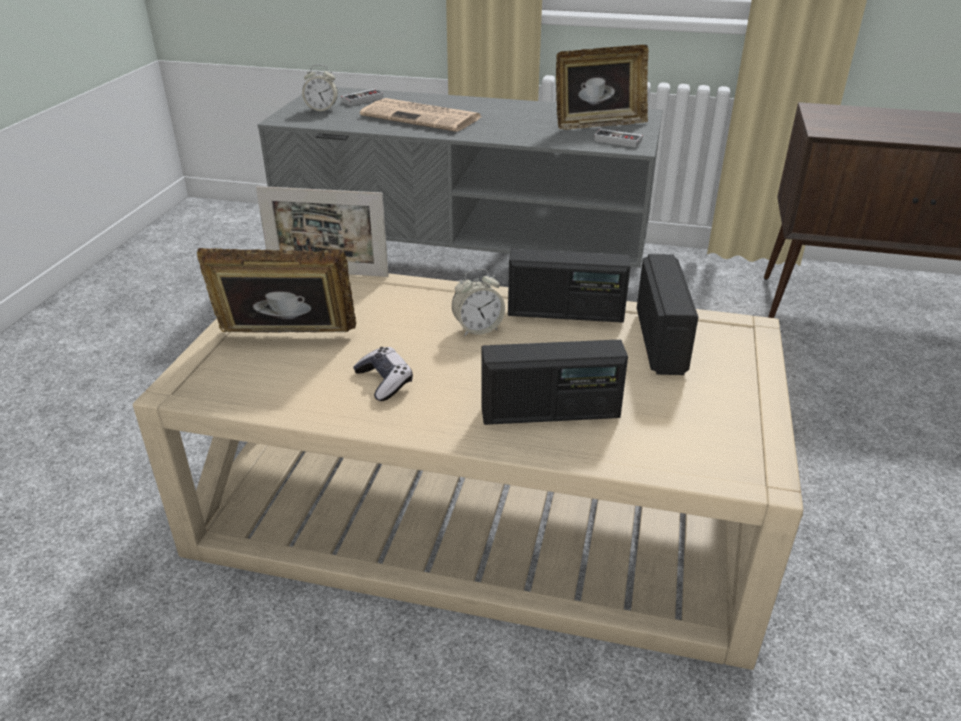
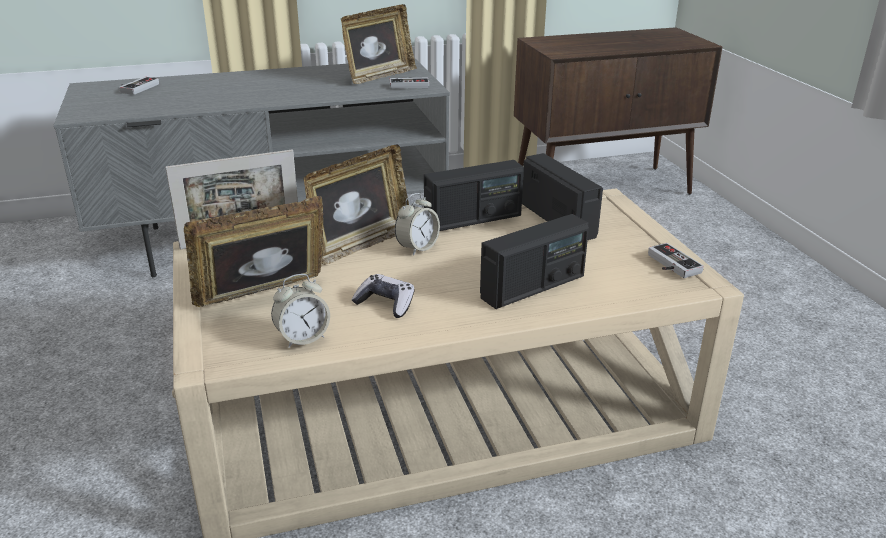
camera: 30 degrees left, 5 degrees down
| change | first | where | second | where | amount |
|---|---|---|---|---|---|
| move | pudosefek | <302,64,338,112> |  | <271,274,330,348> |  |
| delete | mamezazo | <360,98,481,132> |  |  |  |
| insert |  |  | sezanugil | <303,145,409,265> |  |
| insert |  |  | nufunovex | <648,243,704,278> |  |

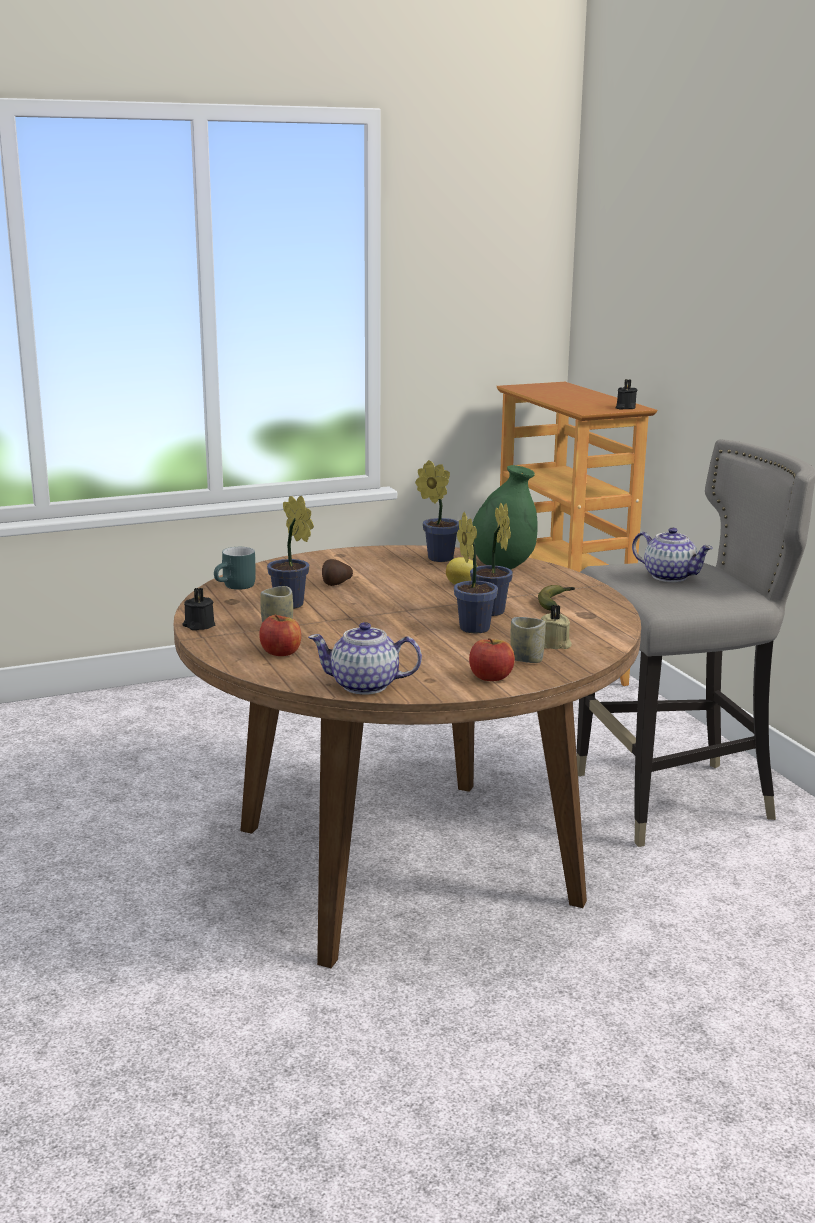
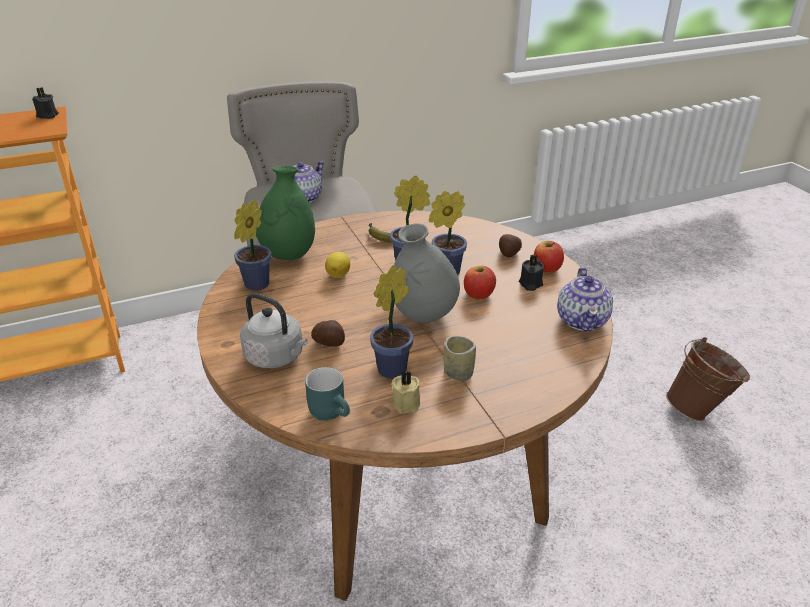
camera: 90 degrees left, 15 degrees up
| change | first | where | second | where | amount |
|---|---|---|---|---|---|
| move | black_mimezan | <183,588,215,630> |  | <519,254,545,291> |  |
| move | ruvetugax | <259,614,301,656> |  | <464,266,496,299> |  |
| replace | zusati | <510,617,546,663> | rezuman | <499,234,522,258> |  |
| move | beige_mimezan | <541,605,572,649> |  | <391,371,420,414> |  |
| insert |  |  | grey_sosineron | <240,293,308,368> |  |
| insert |  |  | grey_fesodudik | <394,224,460,323> |  |
| insert |  |  | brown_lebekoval | <666,337,750,421> |  |

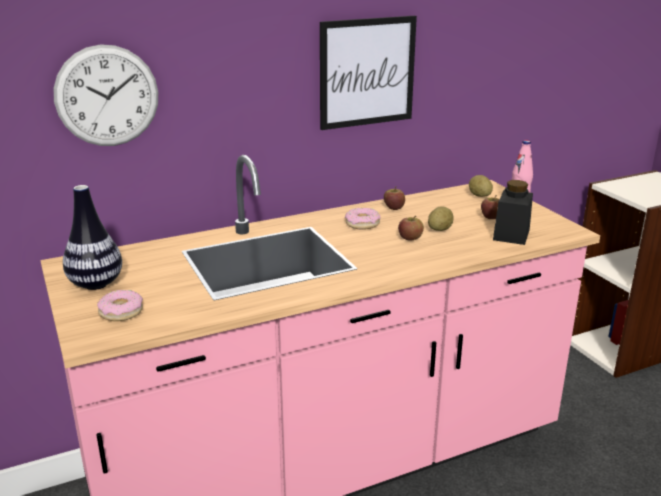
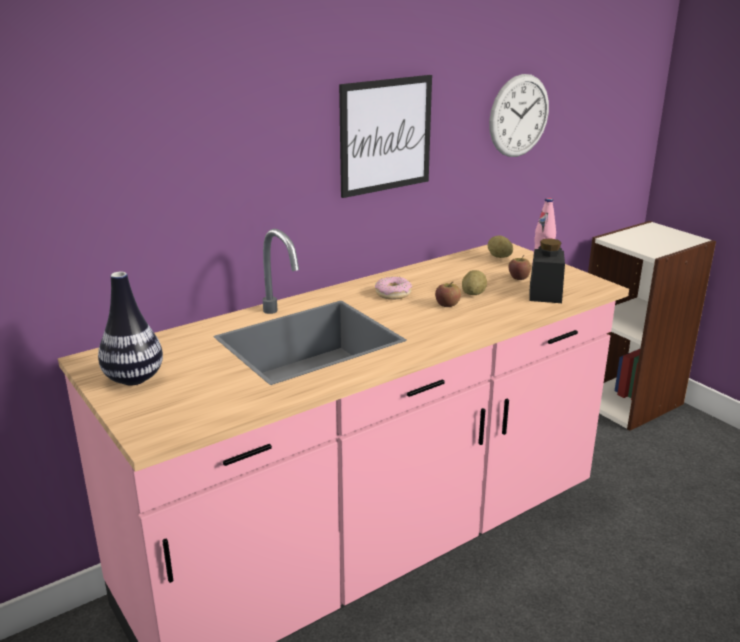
camera: 10 degrees left, 0 degrees up
| change | first | where | second | where | amount |
|---|---|---|---|---|---|
| move | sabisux | <54,44,158,146> |  | <489,74,549,157> |  |
| delete | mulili | <97,290,143,321> |  |  |  |
| delete | ruvetugax | <384,186,405,210> |  |  |  |

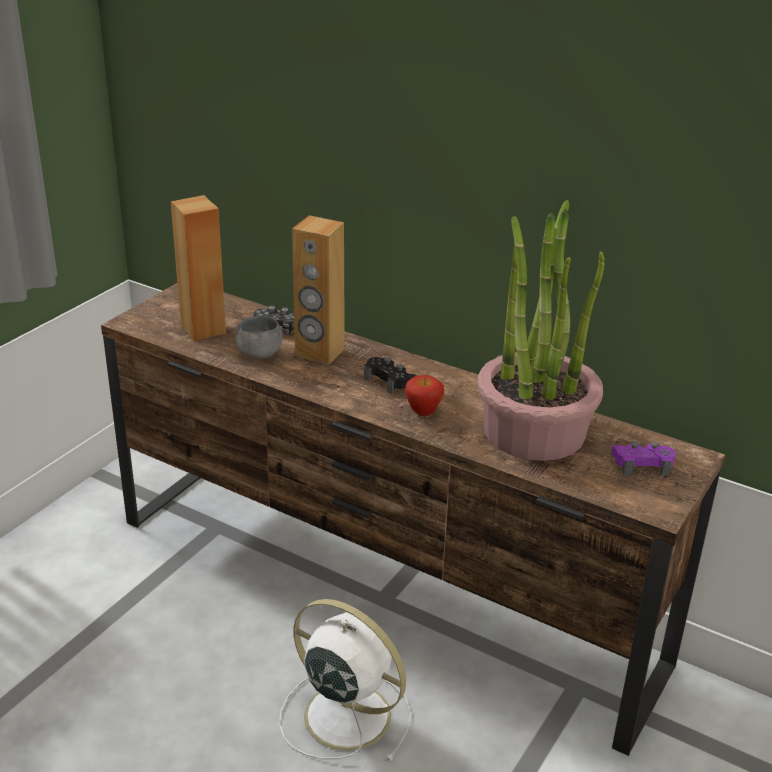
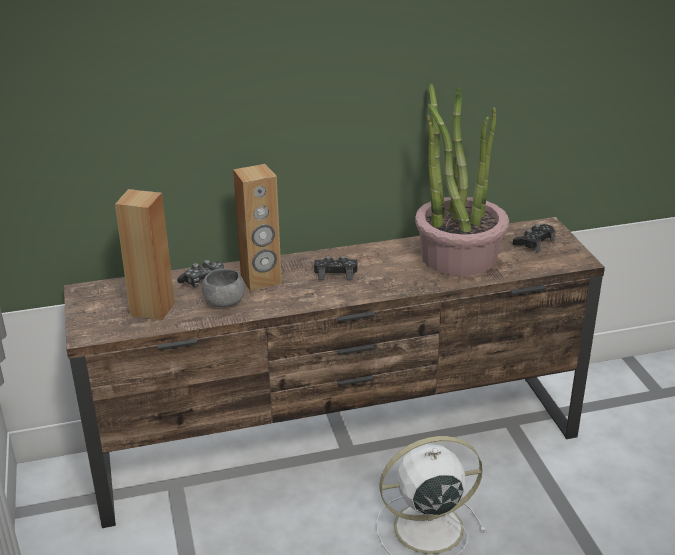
camera: 45 degrees left, 0 degrees up
| change | first | where | second | where | amount |
|---|---|---|---|---|---|
| delete | ruvetugax | <405,375,444,416> |  |  |  |
| recolor | purple_nufunovex | <611,441,676,476> | black_nufunovex | <513,224,556,253> |  |

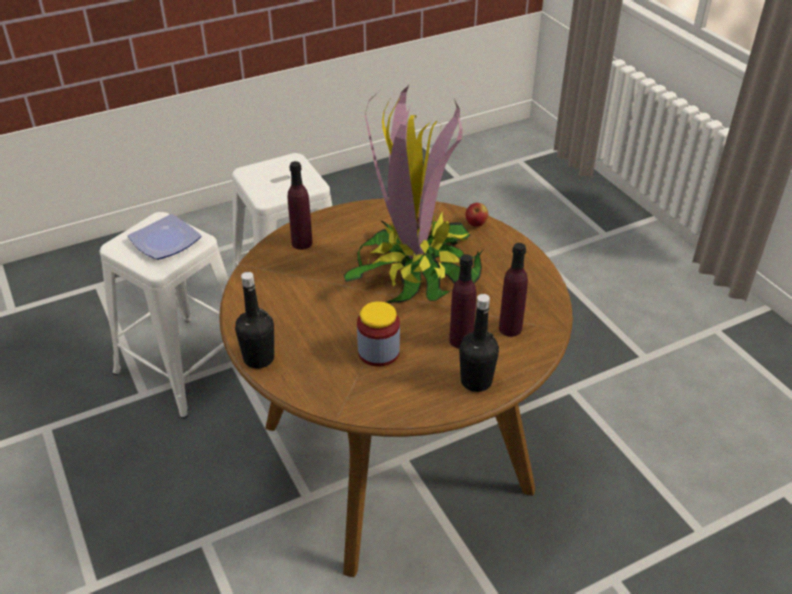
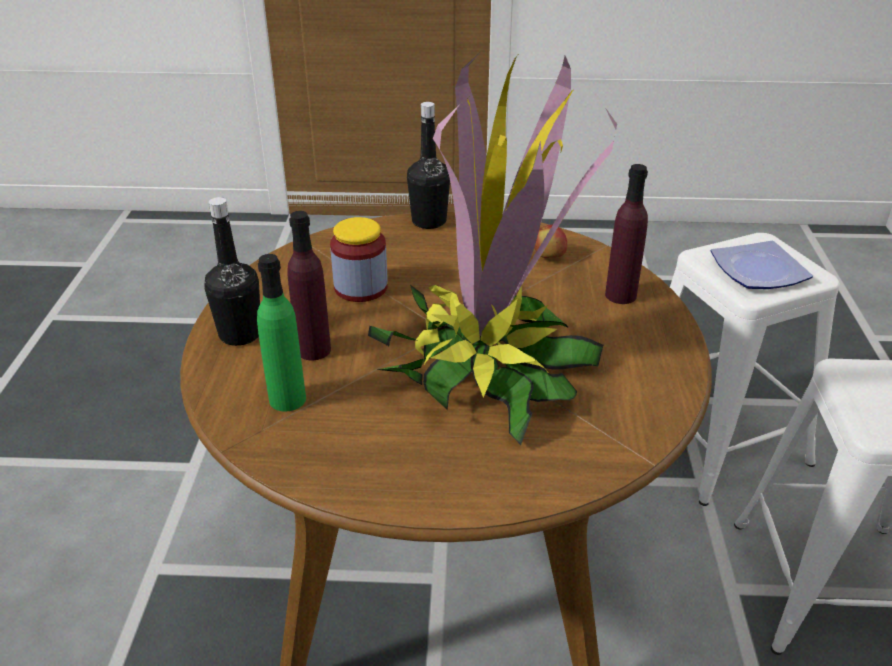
camera: 120 degrees right, 5 degrees down
| change | first | where | second | where | amount |
|---|---|---|---|---|---|
| move | ruvetugax | <465,203,488,227> |  | <534,225,567,258> |  |
| recolor | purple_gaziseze | <499,243,528,337> | green_gaziseze | <257,254,306,411> |  |

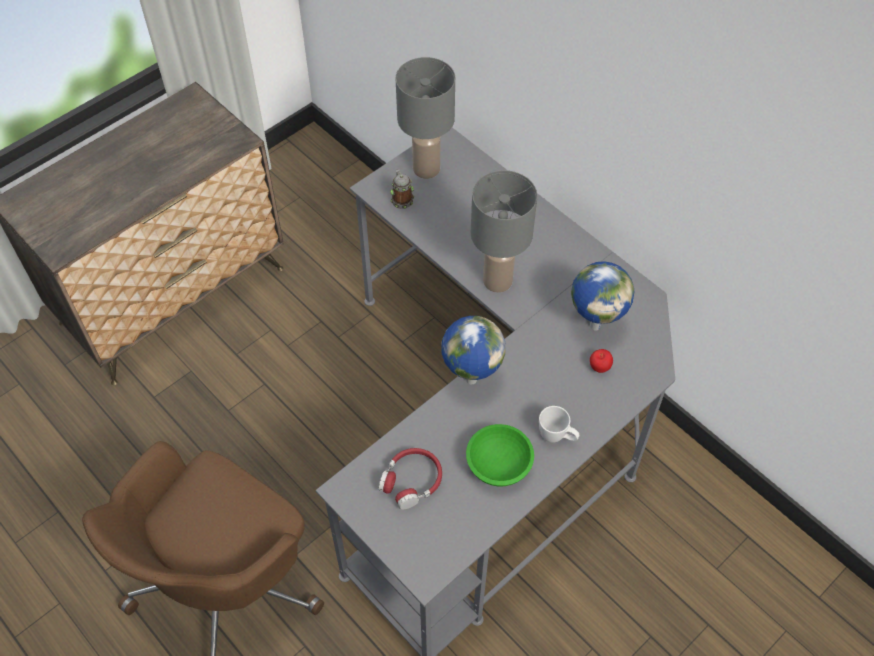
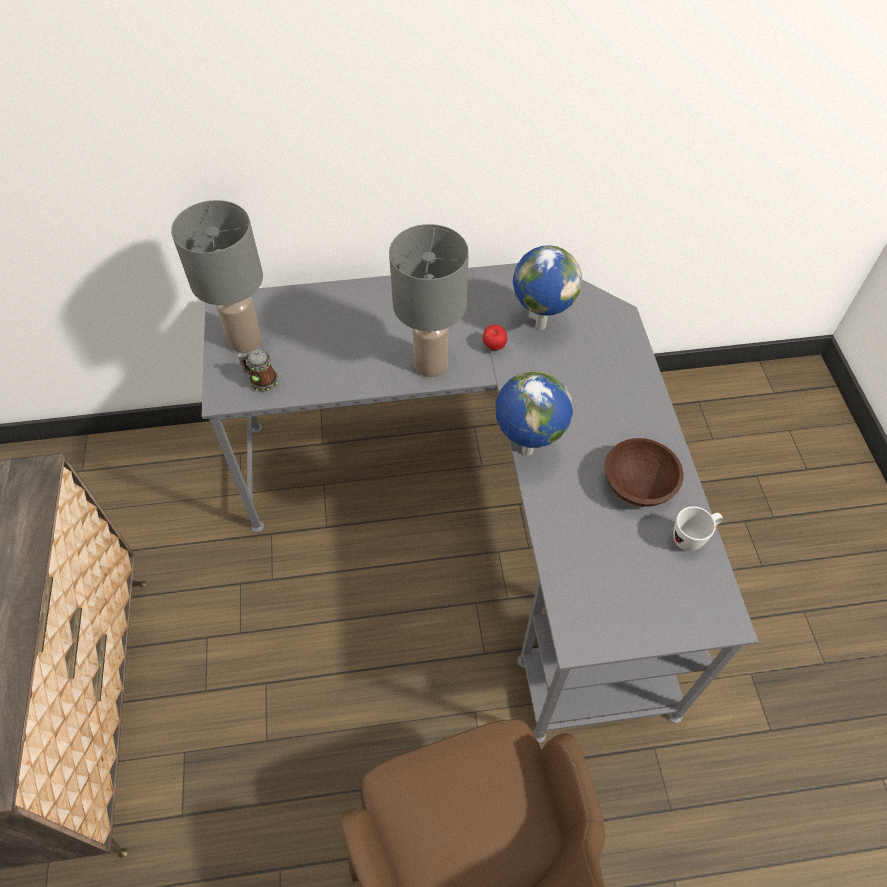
camera: 55 degrees left, 0 degrees up
| change | first | where | second | where | amount |
|---|---|---|---|---|---|
| delete | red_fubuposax | <379,448,442,509> |  |  |  |
| recolor | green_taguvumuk | <466,424,534,486> | brown_taguvumuk | <604,438,683,507> |  |
| move | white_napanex | <539,406,579,443> |  | <673,506,723,551> |  |
| move | ruvetugax | <590,349,613,373> |  | <483,325,507,350> |  |

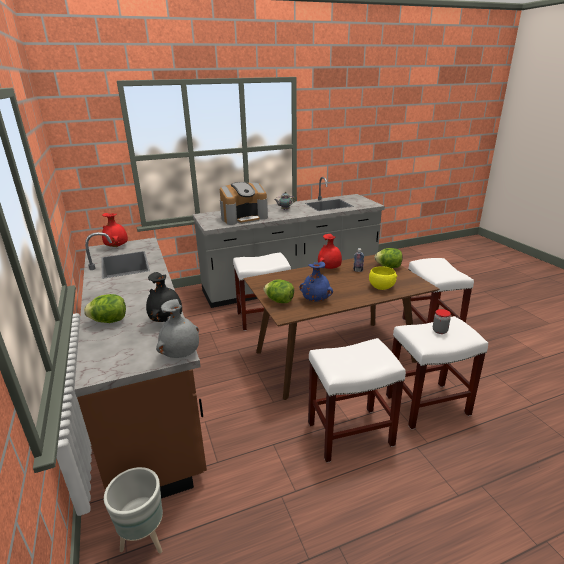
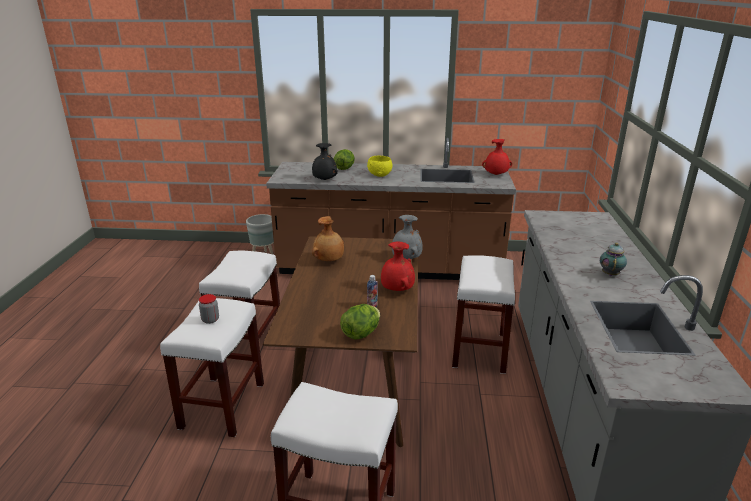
camera: 115 degrees right, 0 degrees up
| change | first | where | second | where | amount |
|---|---|---|---|---|---|
| move | grey_fesodudik | <156,299,199,358> |  | <392,215,423,259> |  |
| delete | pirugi | <220,182,268,225> |  |  |  |
| delete | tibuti | <264,279,294,303> |  |  |  |
| recolor | blue_fesodudik | <299,262,333,302> | brown_fesodudik | <312,216,344,261> |  |
| move | yellow_taguvumuk | <369,266,397,290> |  | <367,156,392,177> |  |

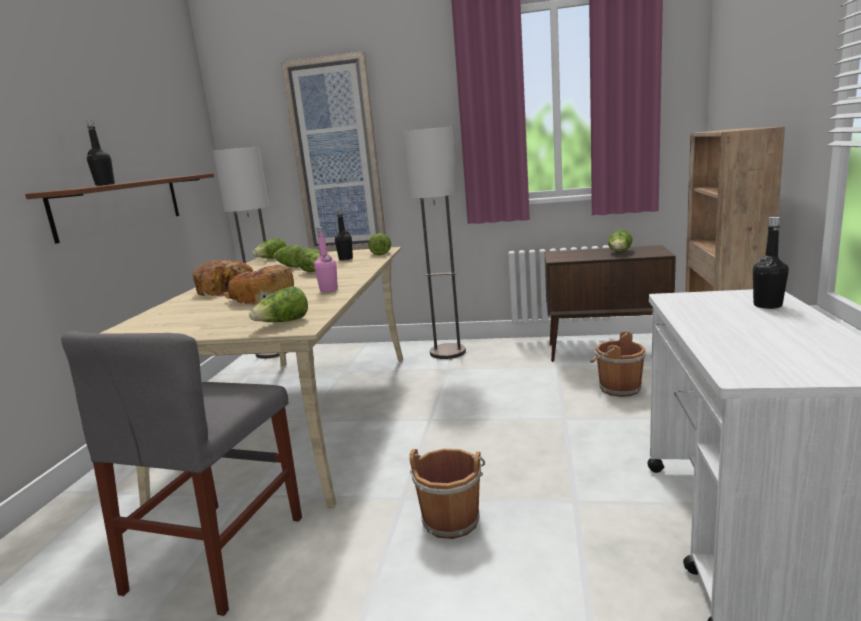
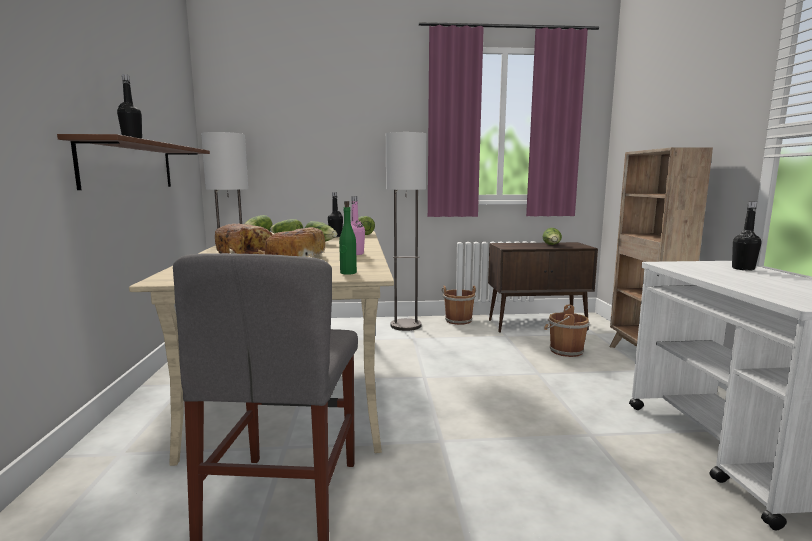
camera: 15 degrees left, 5 degrees down
| change | first | where | second | where | amount |
|---|---|---|---|---|---|
| replace | tibuti | <249,286,308,322> | green_gaziseze | <339,201,357,275> |  |
| delete | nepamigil | <281,51,386,251> |  |  |  |
| move | brown_lebekoval | <409,449,485,539> |  | <442,286,476,325> |  |

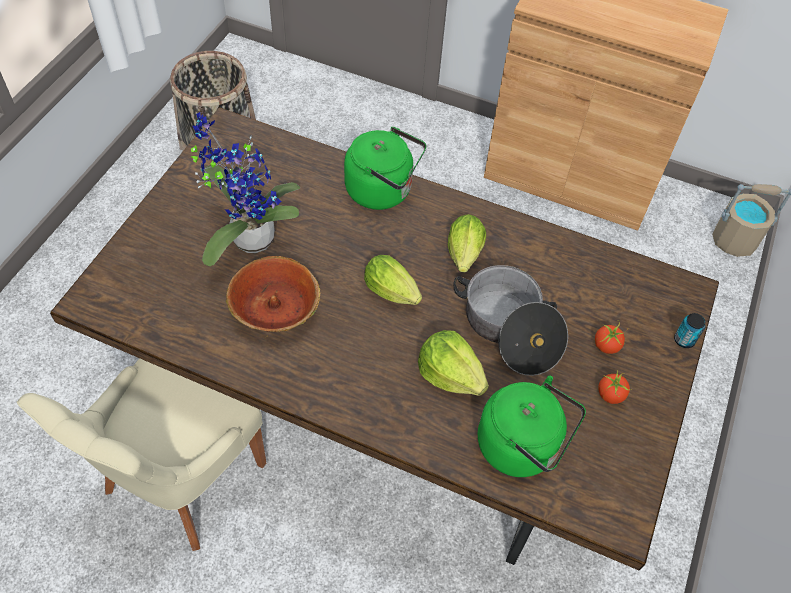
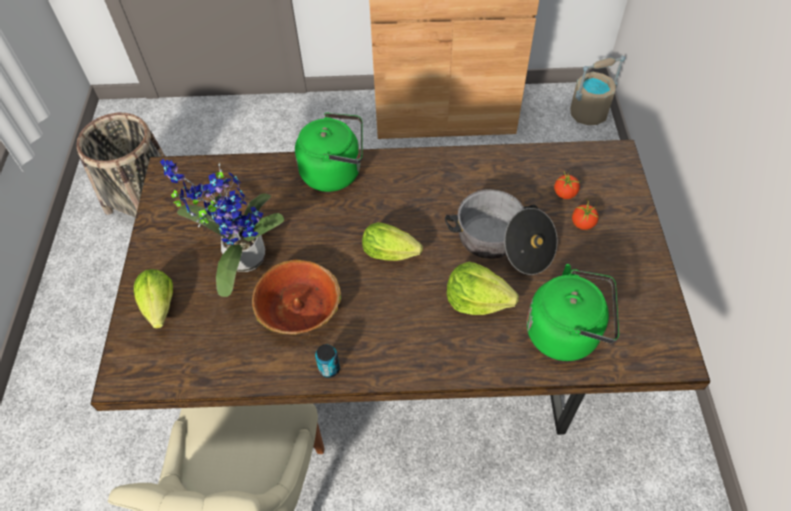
camera: 20 degrees left, 0 degrees up
| change | first | where | second | where | amount |
|---|---|---|---|---|---|
| move | tibuti | <448,214,486,272> |  | <134,269,173,329> |  |
| move | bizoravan | <598,370,632,404> |  | <554,172,580,199> |  |
| move | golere | <674,313,705,348> |  | <315,344,340,378> |  |

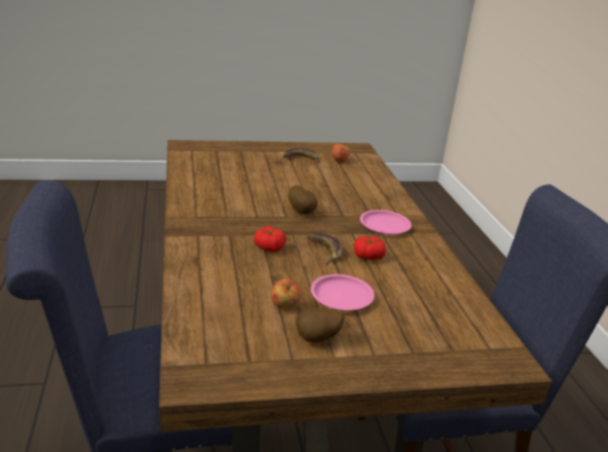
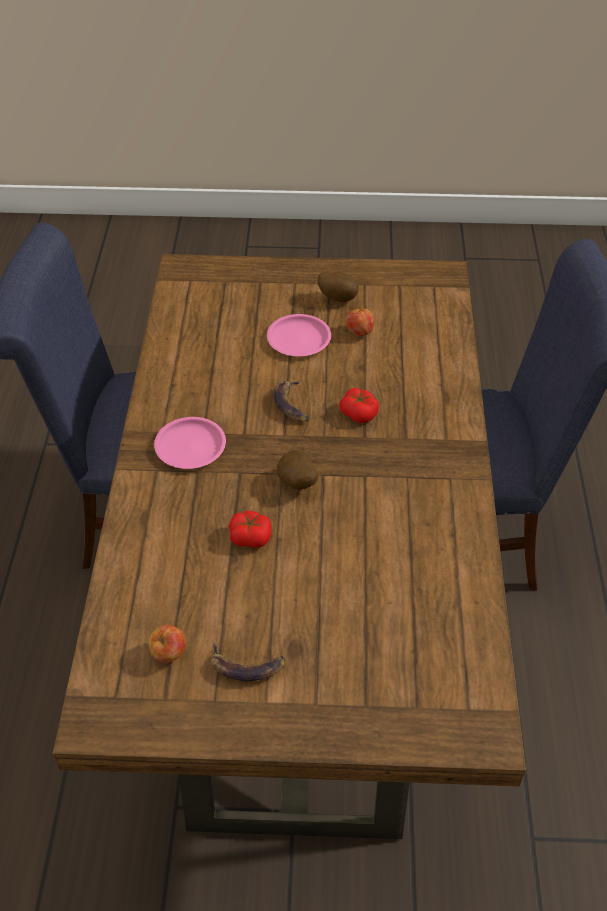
camera: 165 degrees left, 20 degrees up
| change | first | where | second | where | amount |
|---|---|---|---|---|---|
| move | bizoravan | <354,236,386,260> |  | <229,511,272,548> |  |

